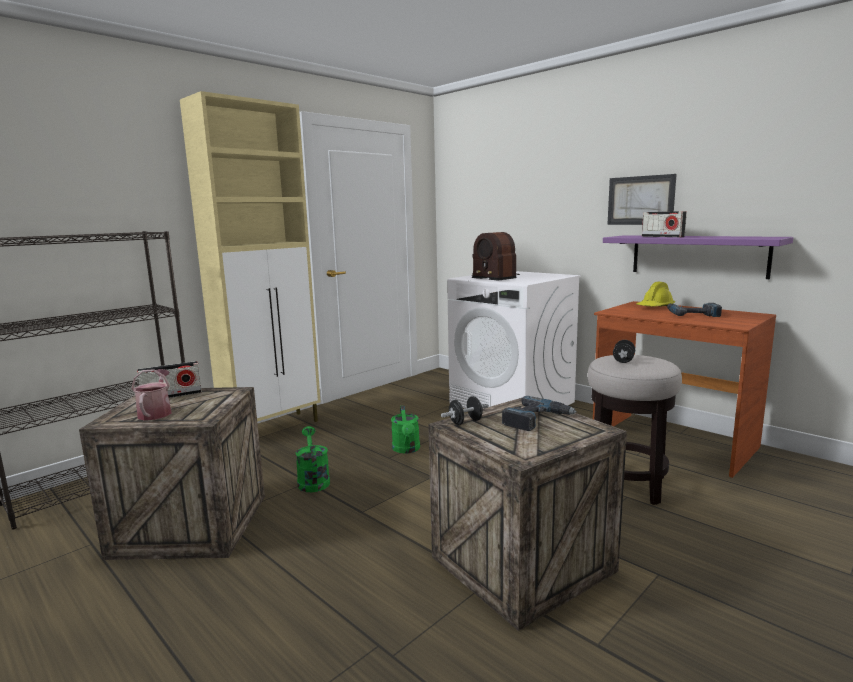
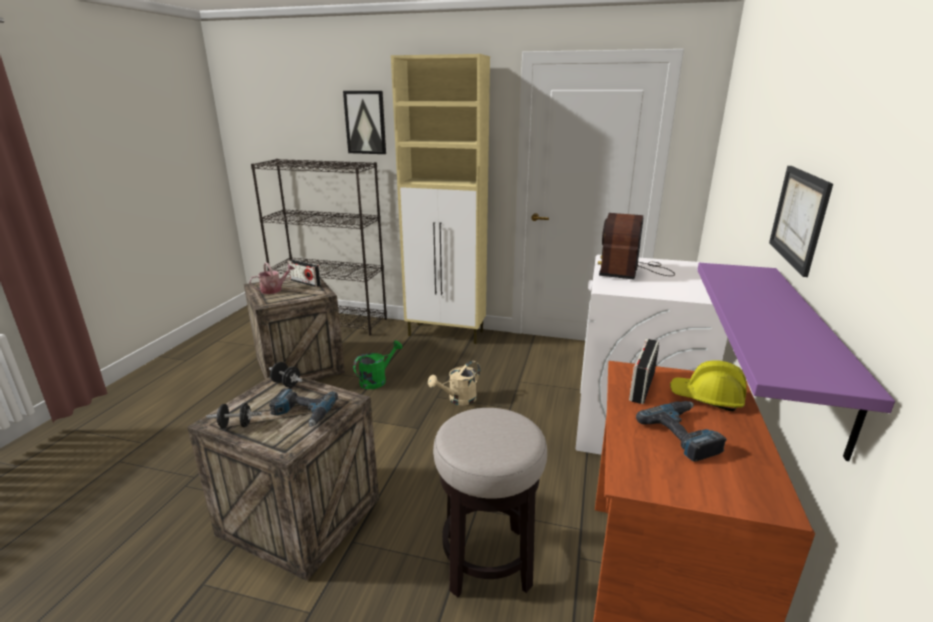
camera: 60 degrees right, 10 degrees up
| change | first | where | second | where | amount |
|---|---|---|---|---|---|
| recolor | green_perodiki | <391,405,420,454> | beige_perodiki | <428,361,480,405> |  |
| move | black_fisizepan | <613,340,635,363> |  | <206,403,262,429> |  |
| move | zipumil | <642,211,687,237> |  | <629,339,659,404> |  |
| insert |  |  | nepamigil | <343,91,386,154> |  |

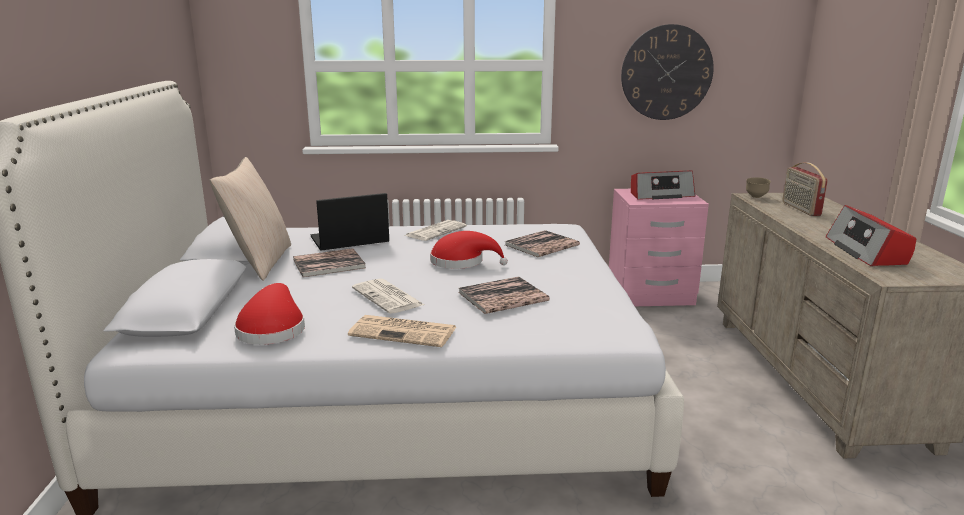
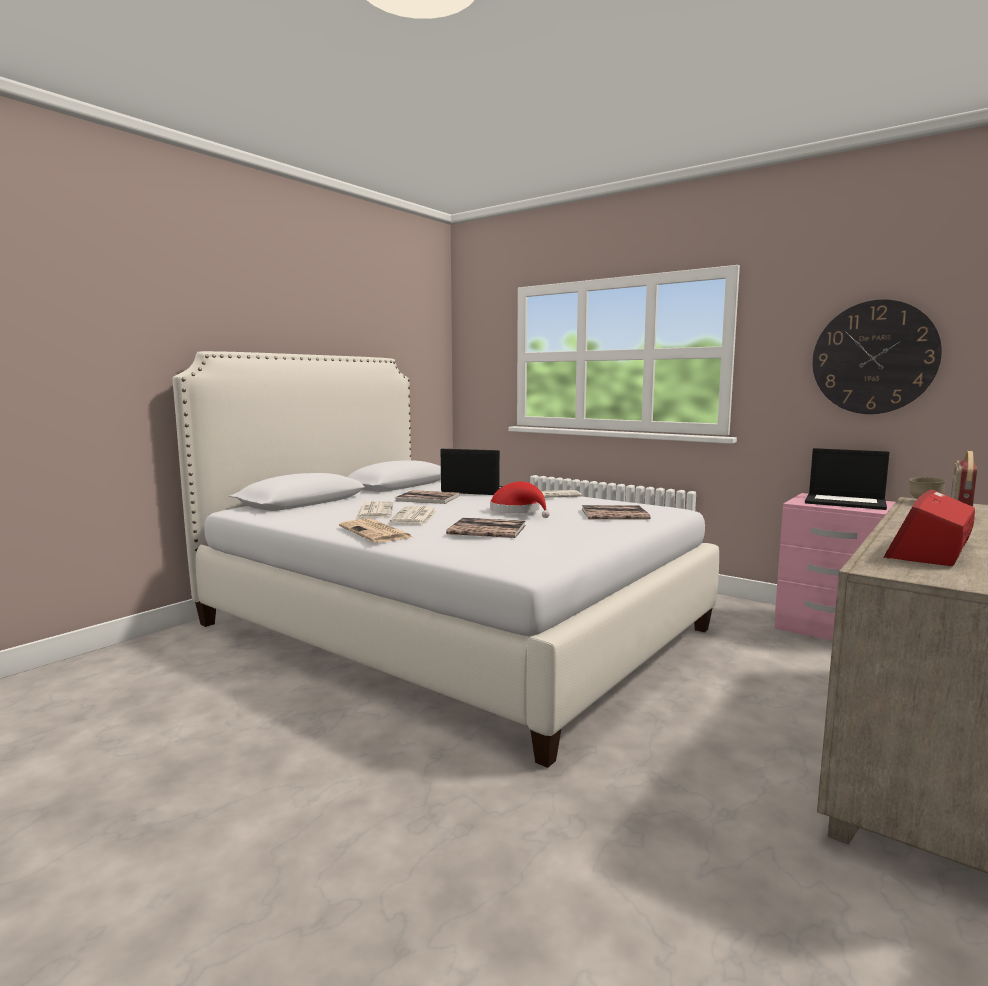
camera: 40 degrees right, 10 degrees down
| change | first | where | second | where | amount |
|---|---|---|---|---|---|
| delete | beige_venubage | <210,157,291,281> |  |  |  |
| delete | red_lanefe | <234,283,305,345> |  |  |  |
| replace | zipumil | <631,171,695,200> | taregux | <805,448,890,510> |  |
| insert |  |  | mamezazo | <356,501,393,518> |  |

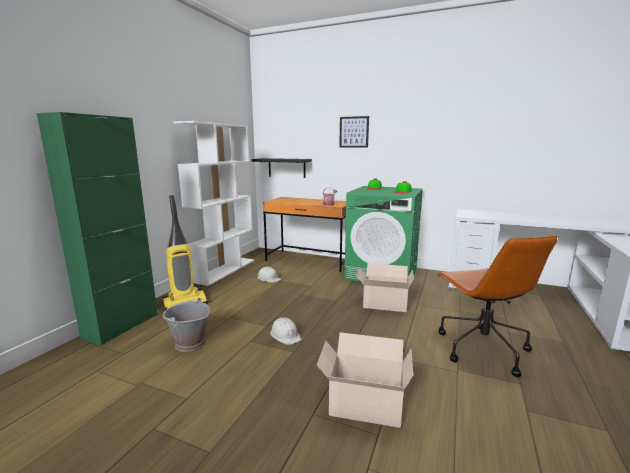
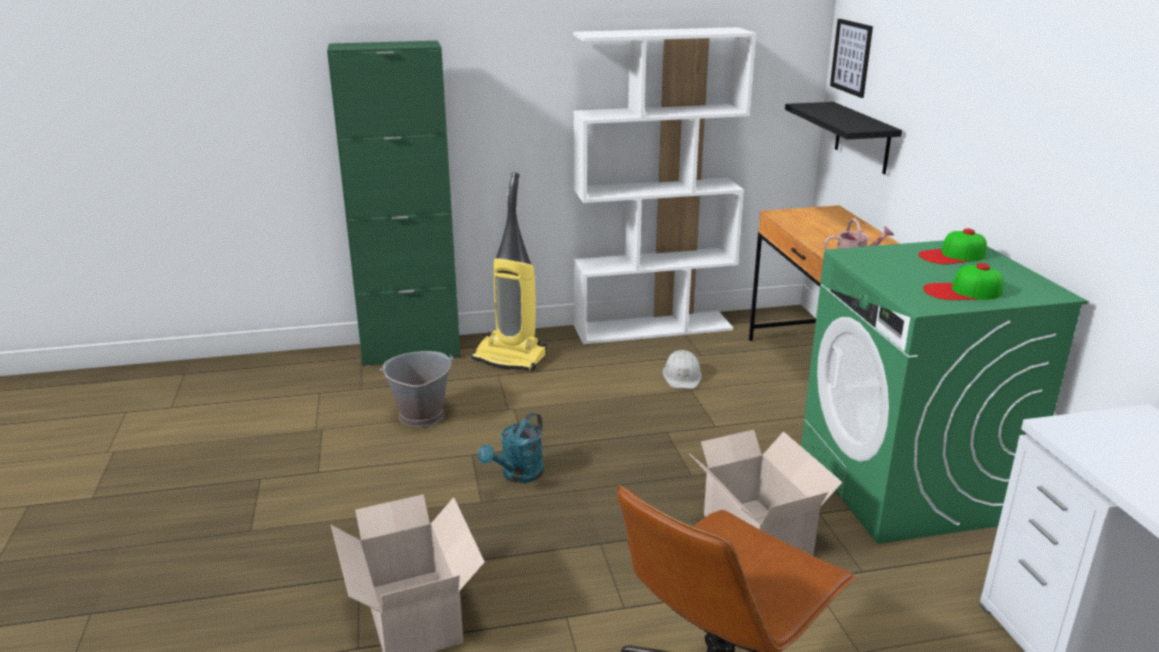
camera: 55 degrees right, 10 degrees up
| change | first | where | second | where | amount |
|---|---|---|---|---|---|
| replace | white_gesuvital | <270,317,301,345> | turquoise_perodiki | <478,412,544,483> |  |
| move | nepamigil | <339,116,369,148> |  | <830,19,873,98> |  |

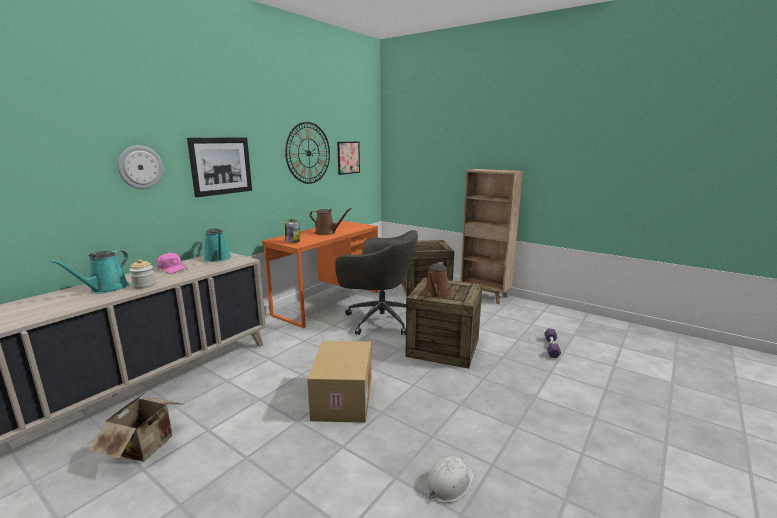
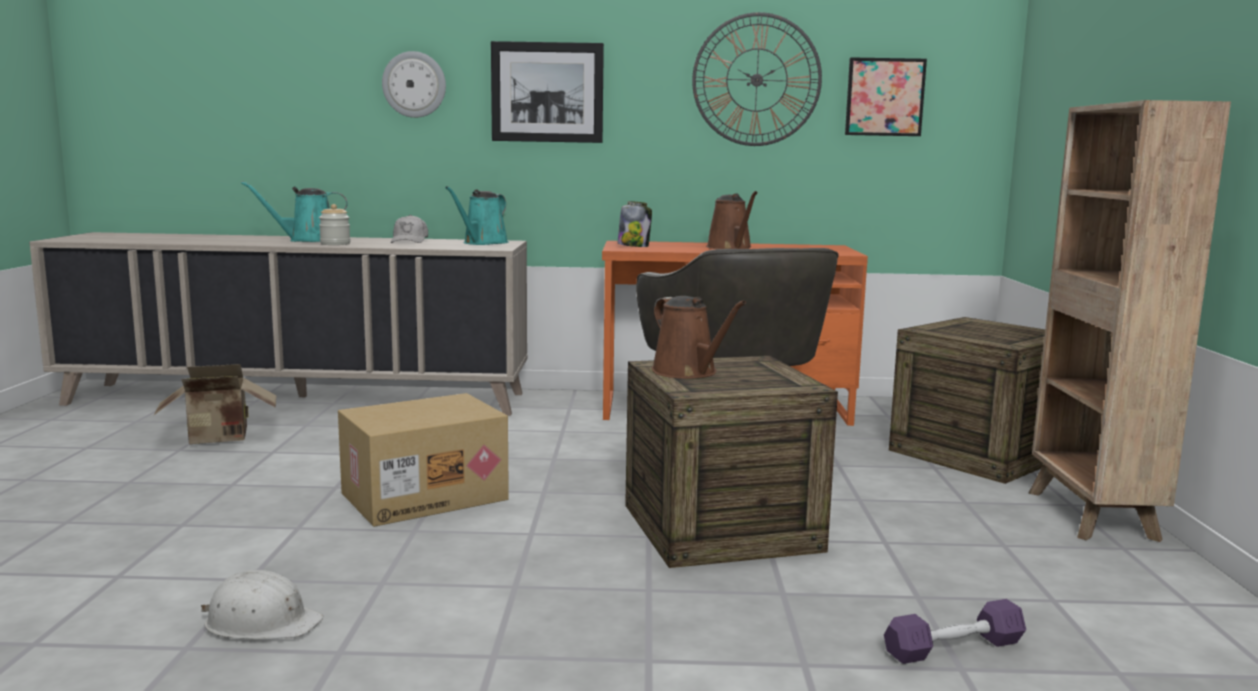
camera: 55 degrees right, 5 degrees down
| change | first | where | second | where | amount |
|---|---|---|---|---|---|
| recolor | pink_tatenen | <157,253,188,274> | white_tatenen | <391,215,428,243> |  |
| rotate | brown_perodiki | <424,262,451,298> |  | <652,296,746,379> | 105 degrees counterclockwise |

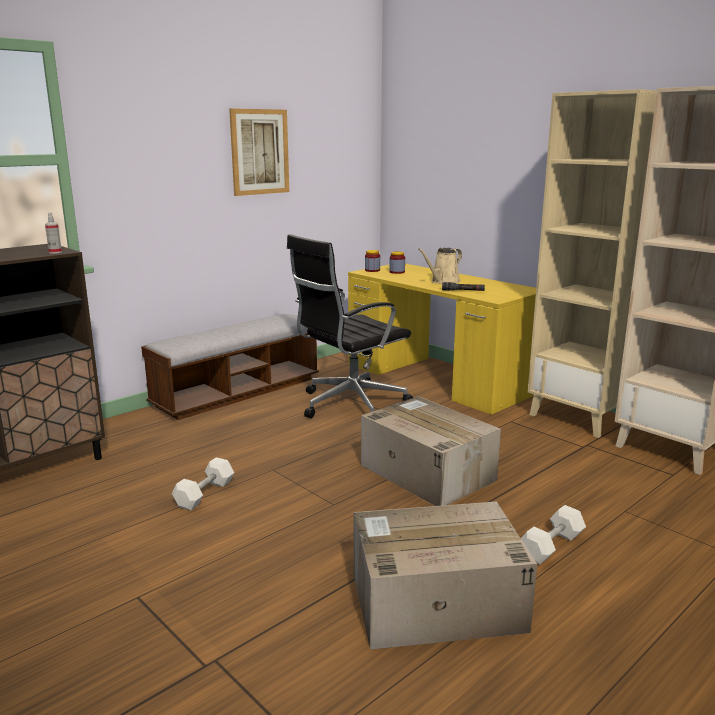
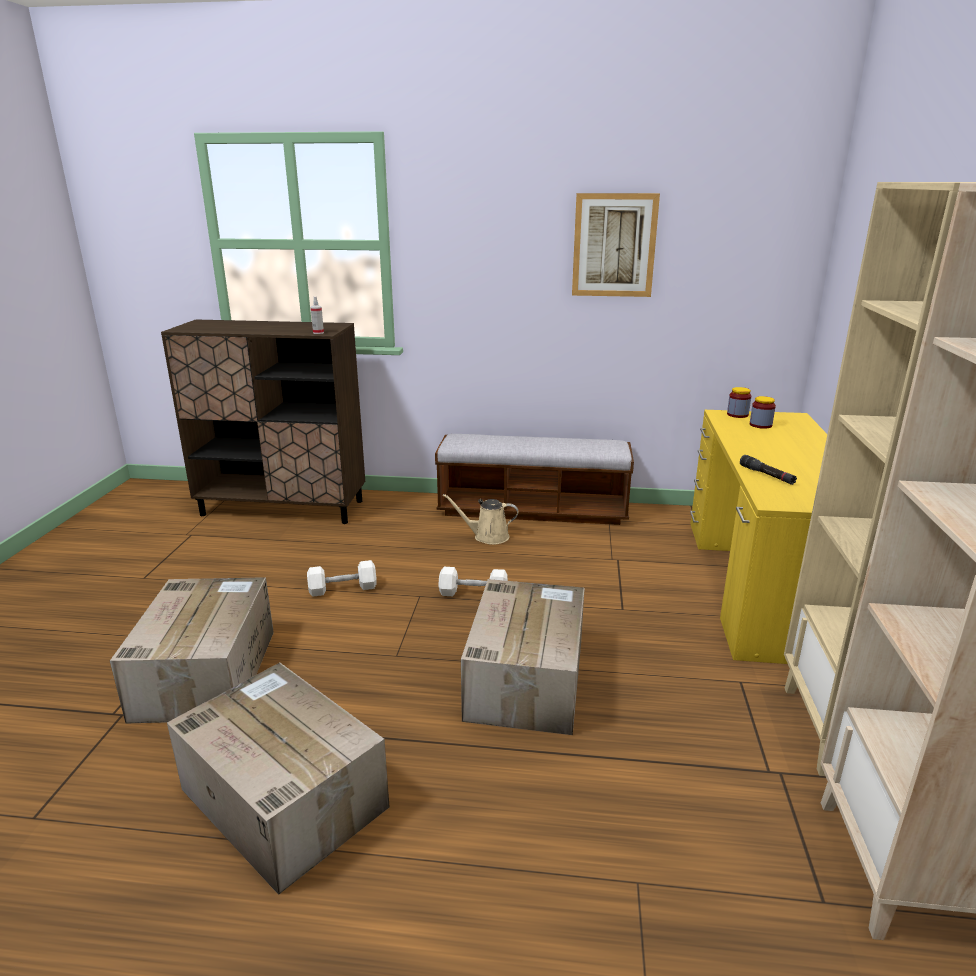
camera: 50 degrees right, 5 degrees up
| change | first | where | second | where | amount |
|---|---|---|---|---|---|
| delete | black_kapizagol | <287,234,413,418> |  |  |  |
| move | beige_perodiki | <418,248,462,284> |  | <442,494,519,545> |  |
| move | white_fisizepan | <521,505,586,565> |  | <438,567,508,596> |  |
| insert |  |  | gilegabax | <110,577,274,723> |  |

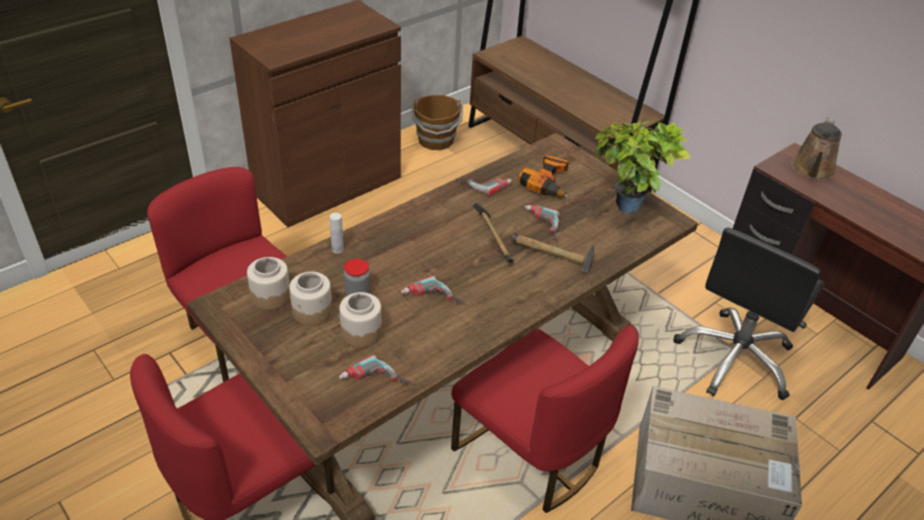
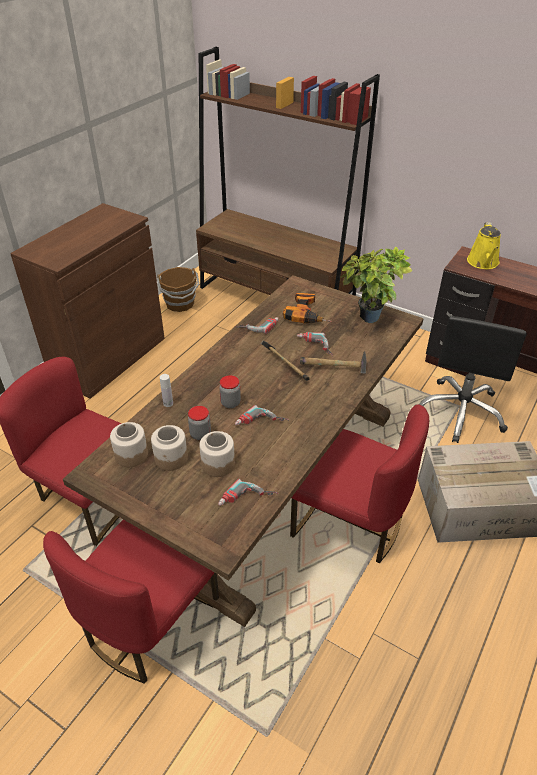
camera: 15 degrees left, 0 degrees up
| change | first | where | second | where | amount |
|---|---|---|---|---|---|
| recolor | brown_perodiki | <791,117,842,180> | yellow_perodiki | <467,222,501,269> |  |
| insert |  |  | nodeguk | <219,375,241,408> |  |

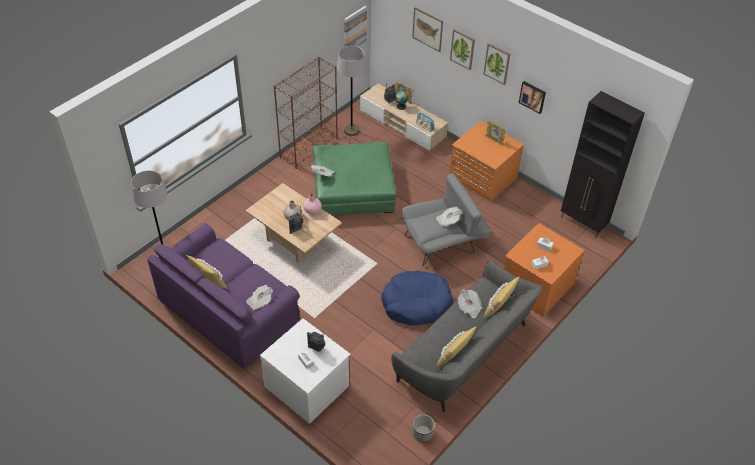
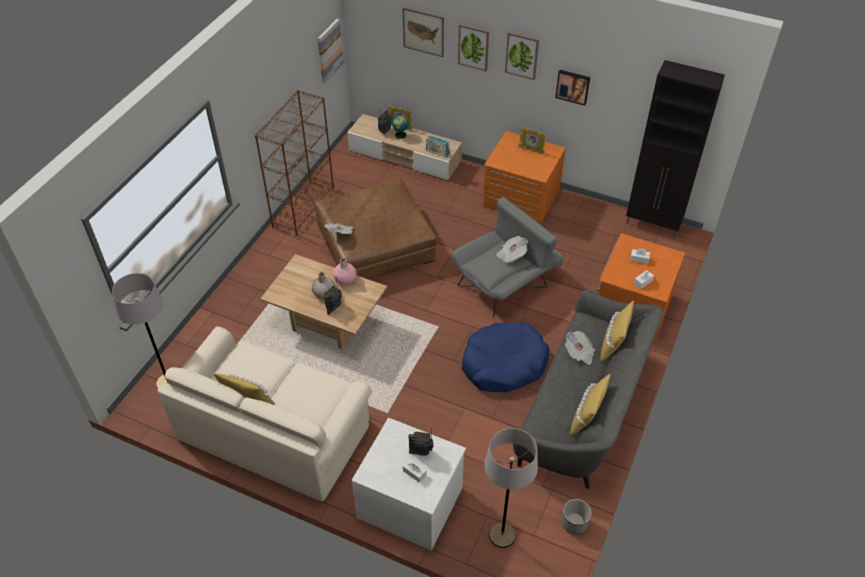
camera: 15 degrees left, 0 degrees up
| change | first | where | second | where | amount |
|---|---|---|---|---|---|
| recolor | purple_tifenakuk | <147,223,300,369> | beige_tifenakuk | <157,326,372,501> |  |
| delete | mamezazo | <246,285,273,311> |  |  |  |
| recolor | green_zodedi | <313,141,396,216> | brown_zodedi | <314,178,437,280> |  |
| move | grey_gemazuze | <337,46,366,136> |  | <484,428,538,548> |  |

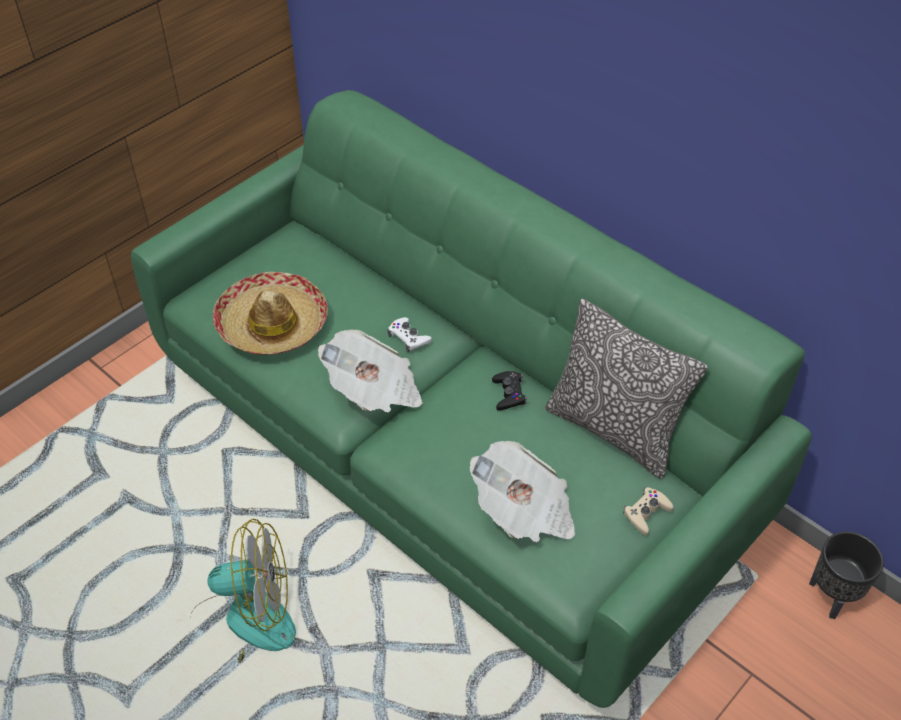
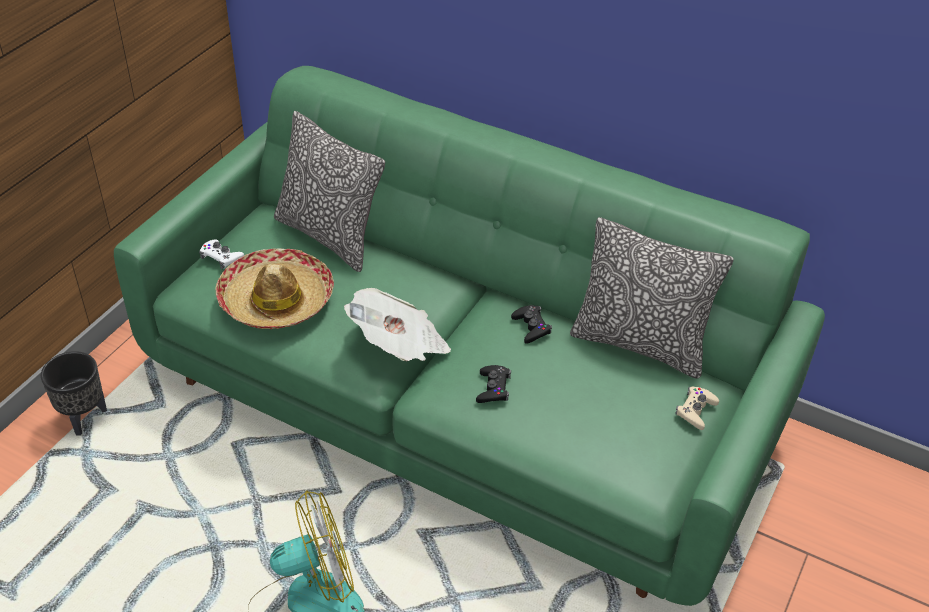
camera: 15 degrees left, 5 degrees down
| change | first | where | second | where | amount |
|---|---|---|---|---|---|
| move | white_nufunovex | <387,317,432,352> |  | <199,239,244,269> |  |
| delete | mamezazo | <470,441,575,542> |  |  |  |
| move | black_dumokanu | <809,531,884,619> |  | <41,351,107,436> |  |
| insert |  |  | venubage | <274,111,385,272> |  |
| insert |  |  | black_nufunovex | <476,365,511,403> |  |

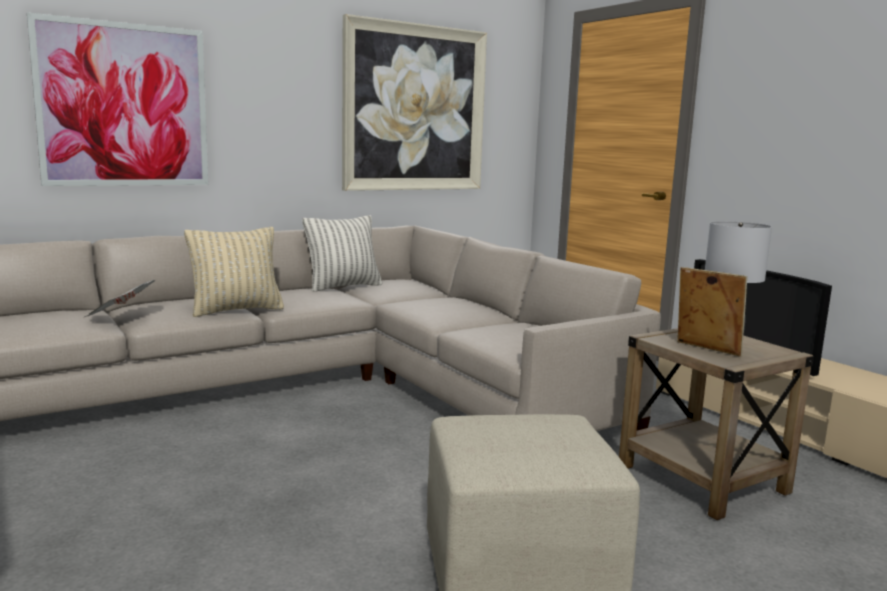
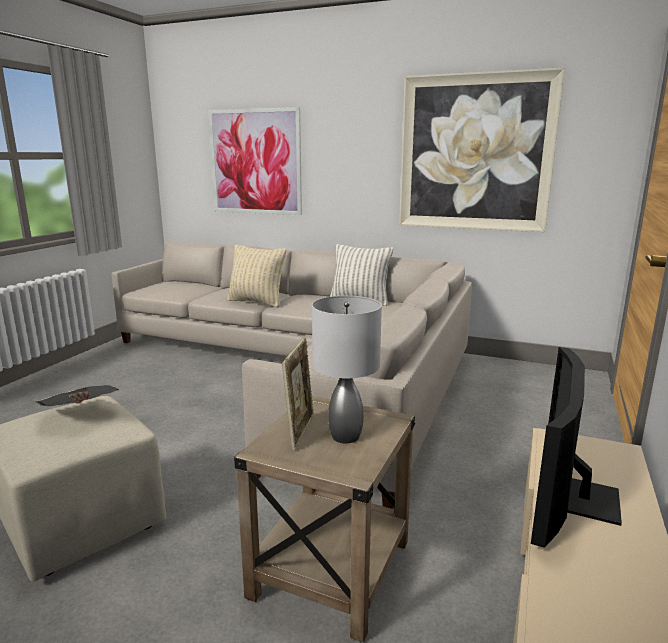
camera: 55 degrees right, 5 degrees up
| change | first | where | second | where | amount |
|---|---|---|---|---|---|
| move | mamezazo | <84,279,156,317> |  | <35,385,119,406> |  |

